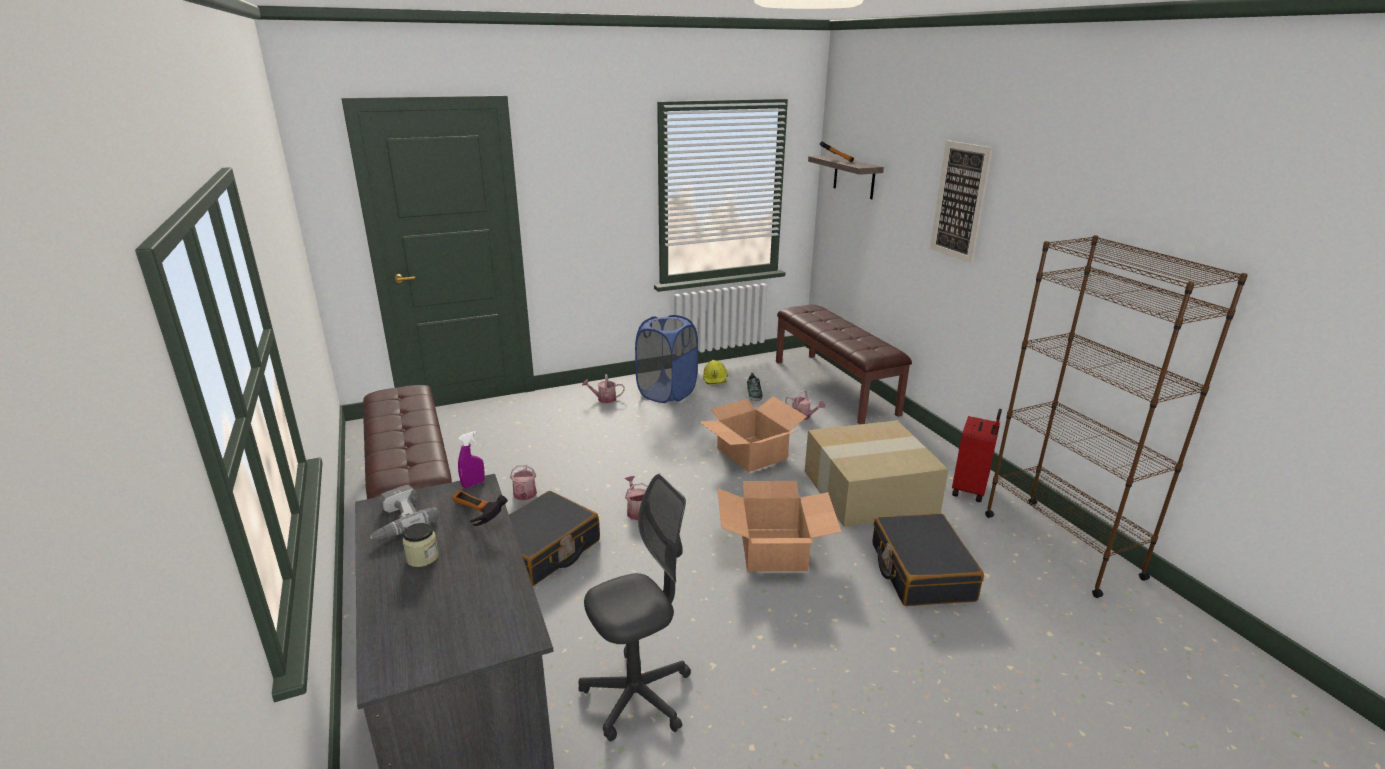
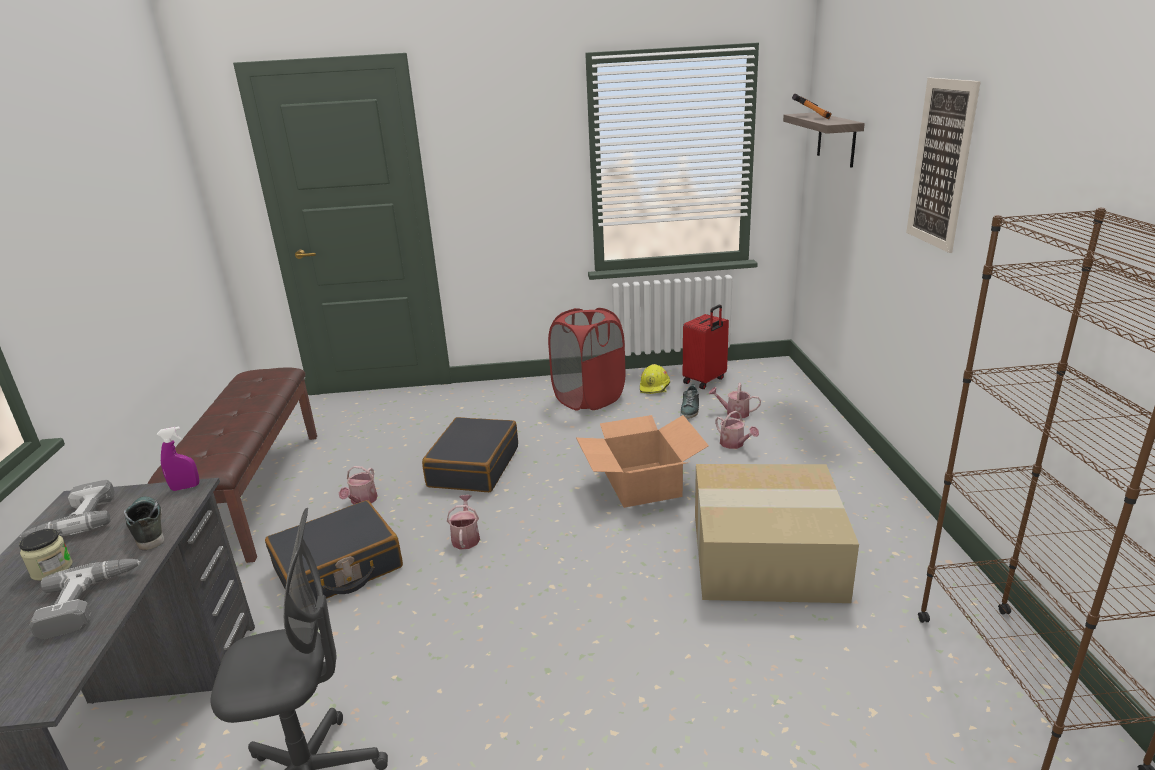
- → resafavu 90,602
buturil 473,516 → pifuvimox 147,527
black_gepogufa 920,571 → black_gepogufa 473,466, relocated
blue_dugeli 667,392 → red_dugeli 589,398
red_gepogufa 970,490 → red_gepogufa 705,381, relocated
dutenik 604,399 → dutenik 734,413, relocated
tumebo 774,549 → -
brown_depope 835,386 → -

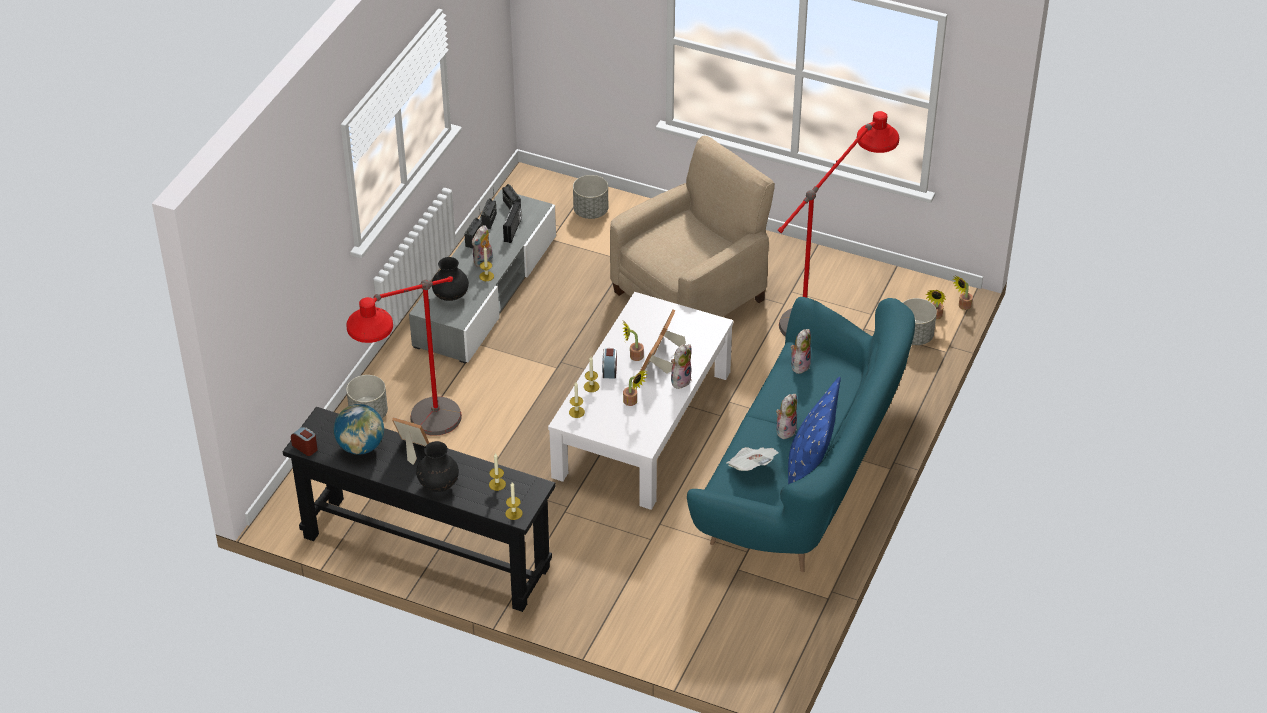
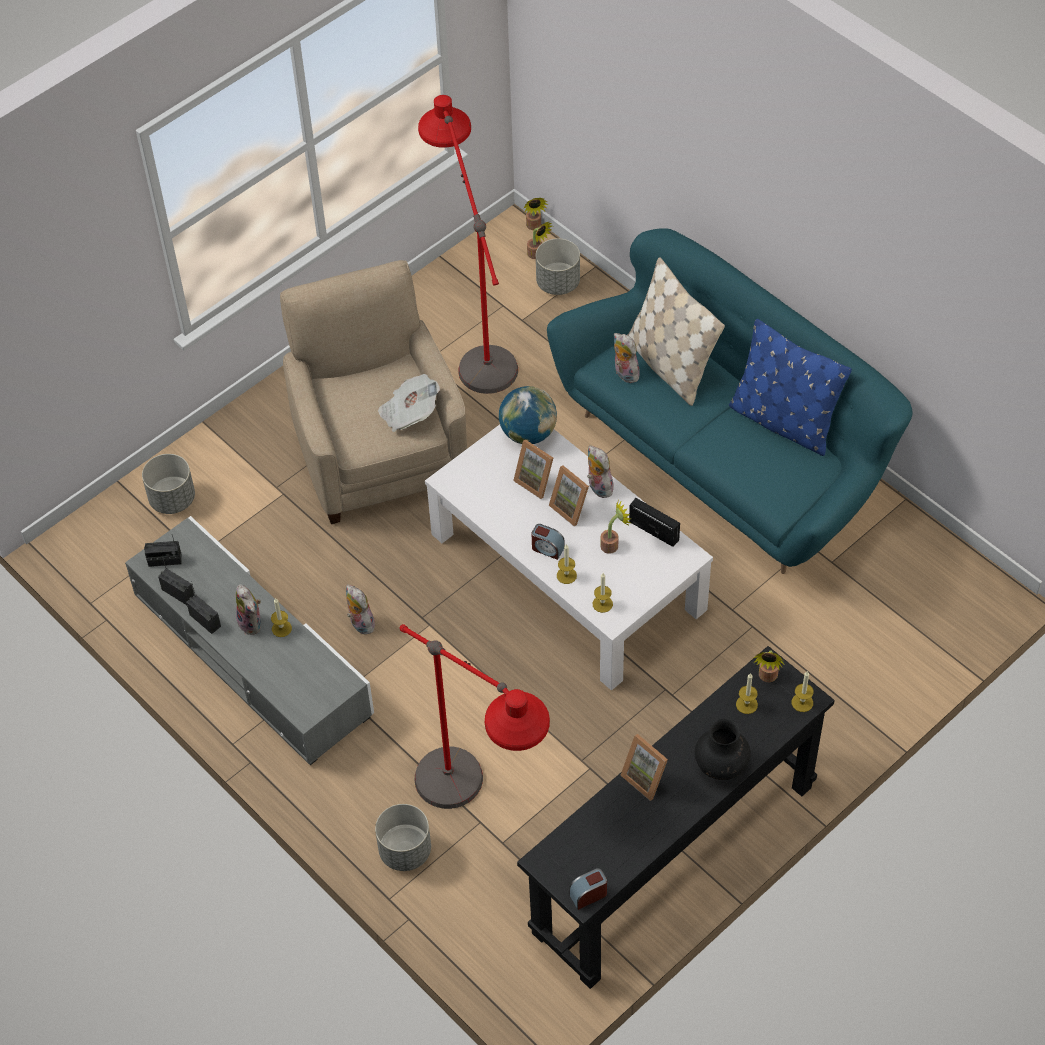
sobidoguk 785,429 → sobidoguk 360,623, relocated
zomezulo 751,467 → zomezulo 409,413, relocated
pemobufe 361,447 → pemobufe 528,433, relocated
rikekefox 411,450 → rikekefox 647,777, 90 degrees counterclockwise
- → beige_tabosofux 670,365
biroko 513,230 → biroko 654,530, relocated
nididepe 633,356 → nididepe 767,677, relocated
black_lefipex 451,296 → -

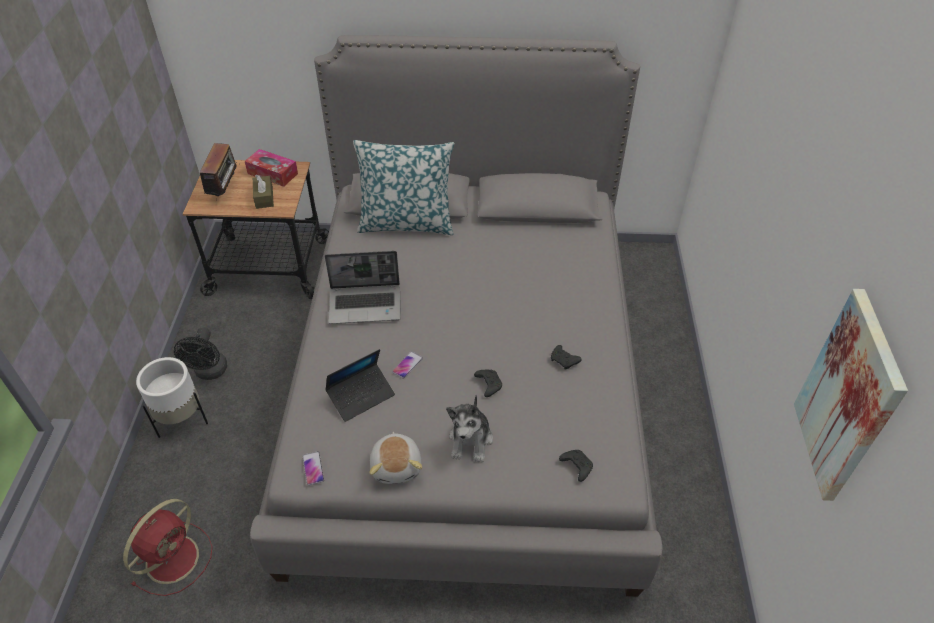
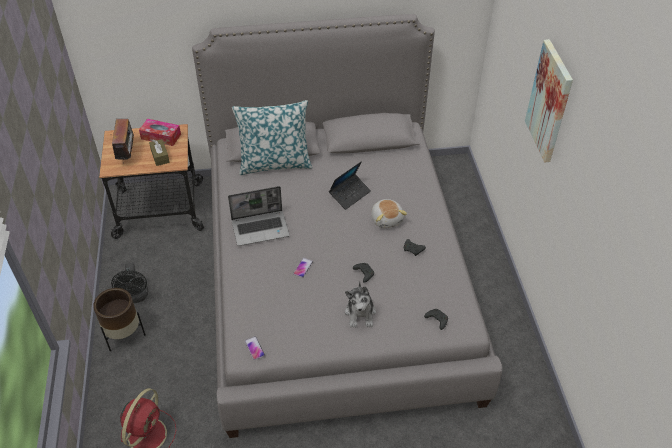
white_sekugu 182,420 → brown_sekugu 124,335
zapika 361,396 → zapika 350,194, relocated
sobidoguk 397,466 → sobidoguk 387,219, relocated
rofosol 848,398 → rofosol 549,101, relocated

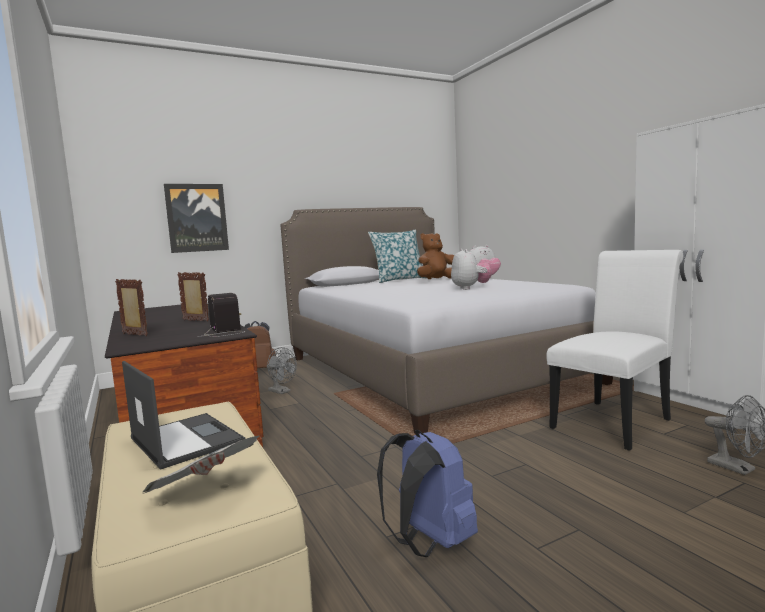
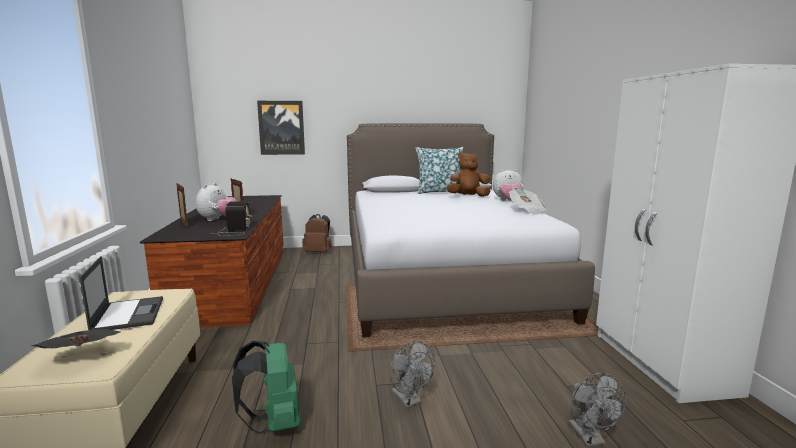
sobidoguk 470,288 → sobidoguk 217,220, relocated
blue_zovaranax 429,542 → green_zovaranax 274,423
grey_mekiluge 282,391 → grey_mekiluge 409,400, relocated
- → zomezulo 527,211
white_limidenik 615,421 → -

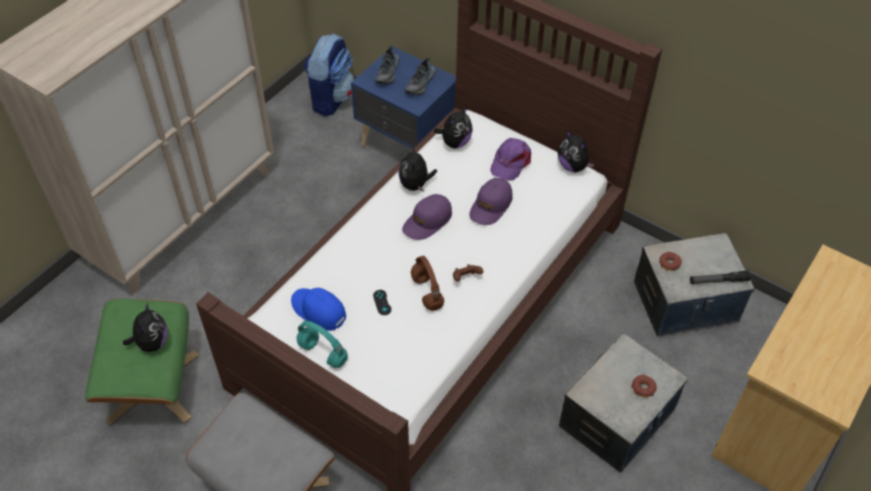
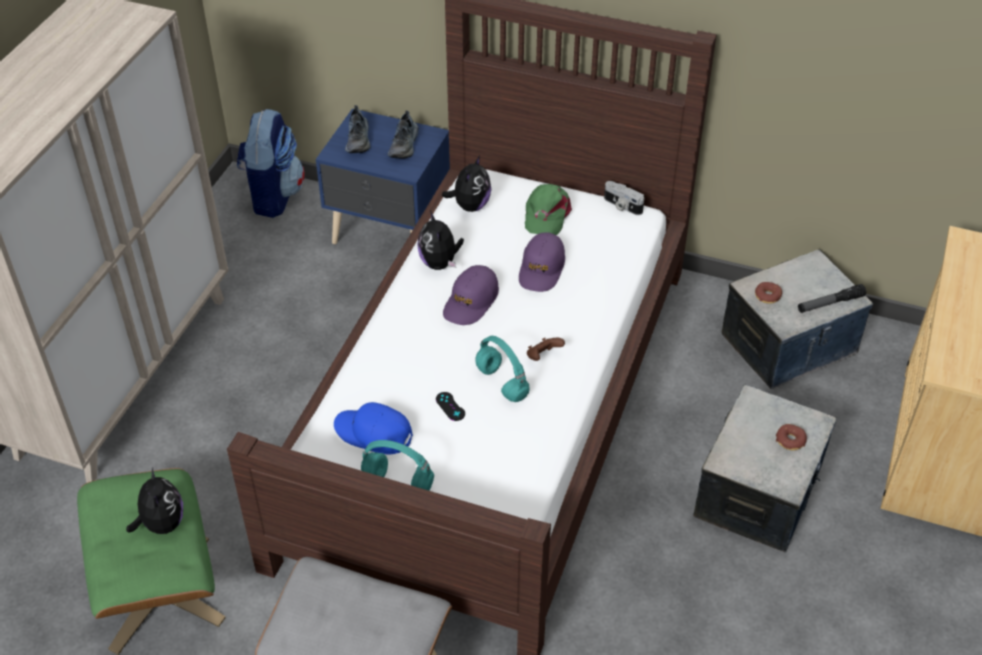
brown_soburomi 426,292 → turquoise_soburomi 500,383
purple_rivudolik 510,162 → green_rivudolik 546,215
sobidoguk 573,166 → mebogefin 622,206

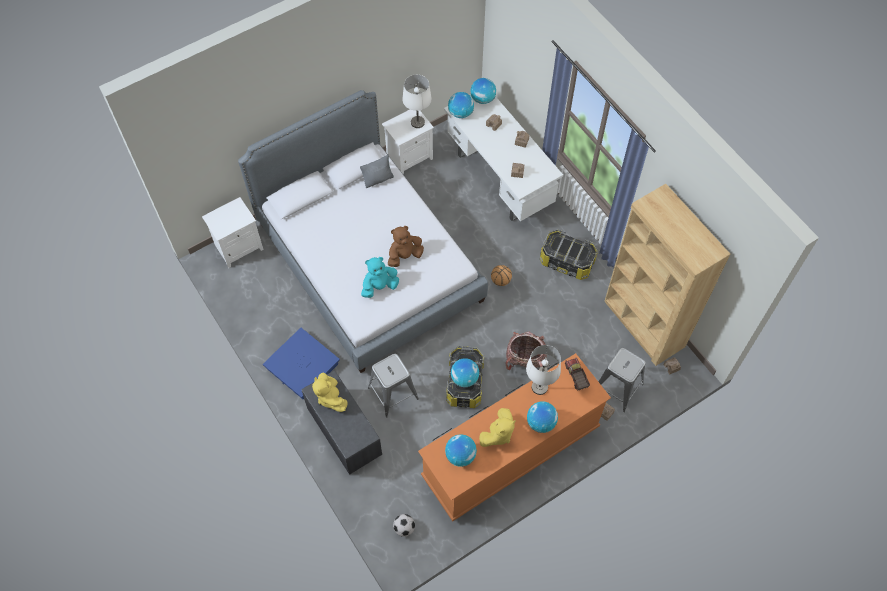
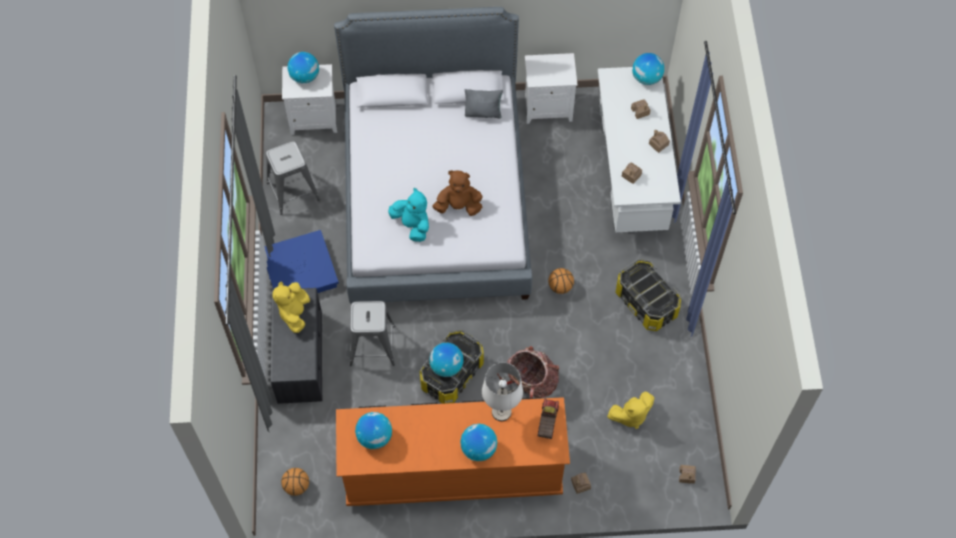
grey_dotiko 617,388 → grey_dotiko 293,192, relocated
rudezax 404,528 → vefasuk 297,486
pemobufe 460,113 → pemobufe 304,76, relocated
turquoise_sobidoguk 379,286 → turquoise_sobidoguk 412,225, 45 degrees clockwise
yellow_sobidoguk 498,434 → yellow_sobidoguk 630,416, relocated
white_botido 417,122 → -
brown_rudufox 643,324 → -

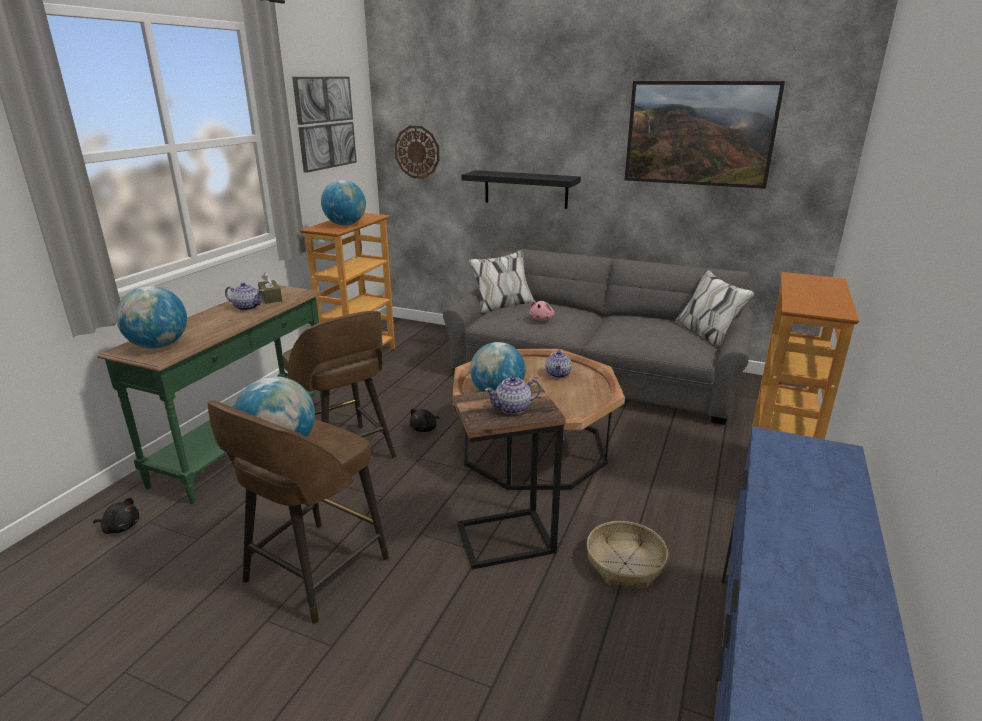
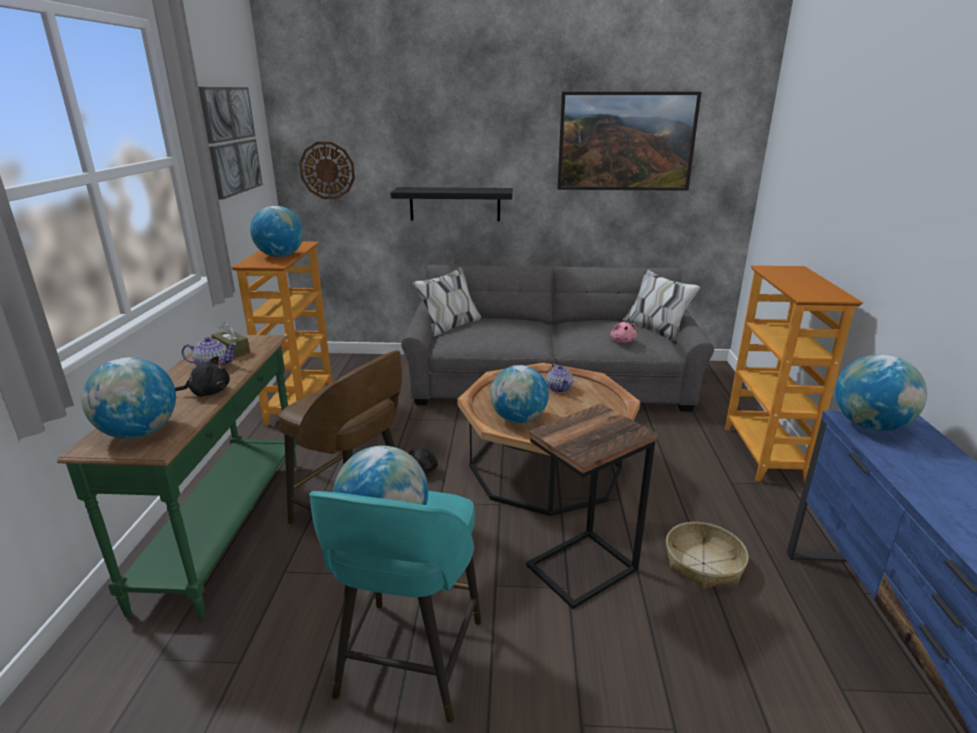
black_sobidoguk 120,527 → black_sobidoguk 208,392, relocated
brown_dotiko 313,572 → turquoise_dotiko 409,662
pink_sobidoguk 542,319 → pink_sobidoguk 622,341, relocated
- → pemobufe 869,426
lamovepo 513,408 → -

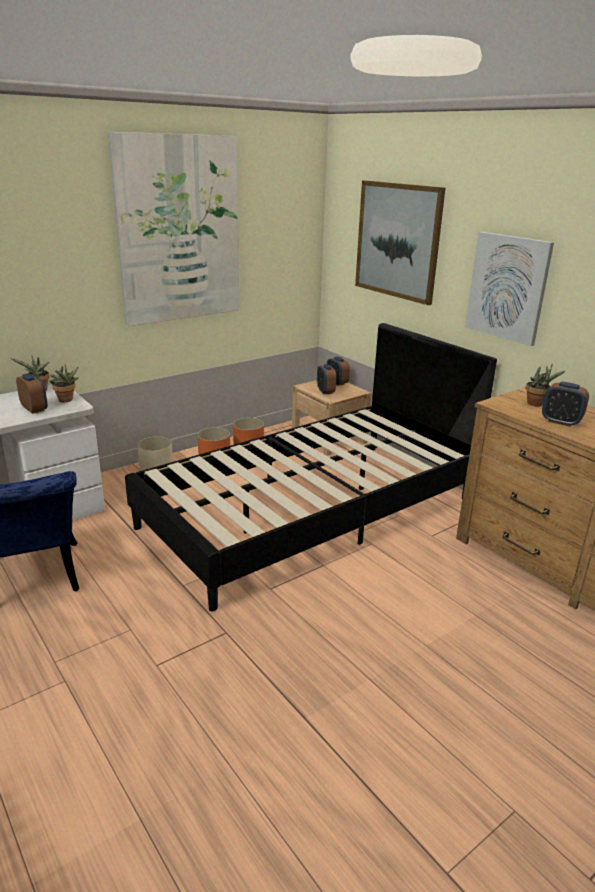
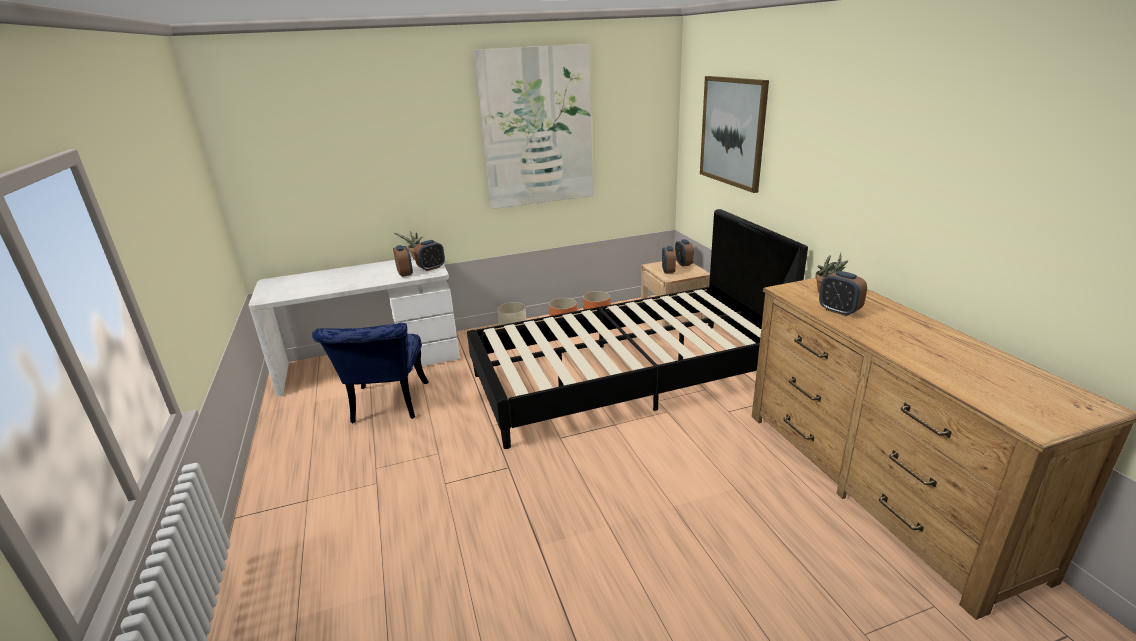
nididepe 66,400 → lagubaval 431,268
rofosol 507,287 → -

